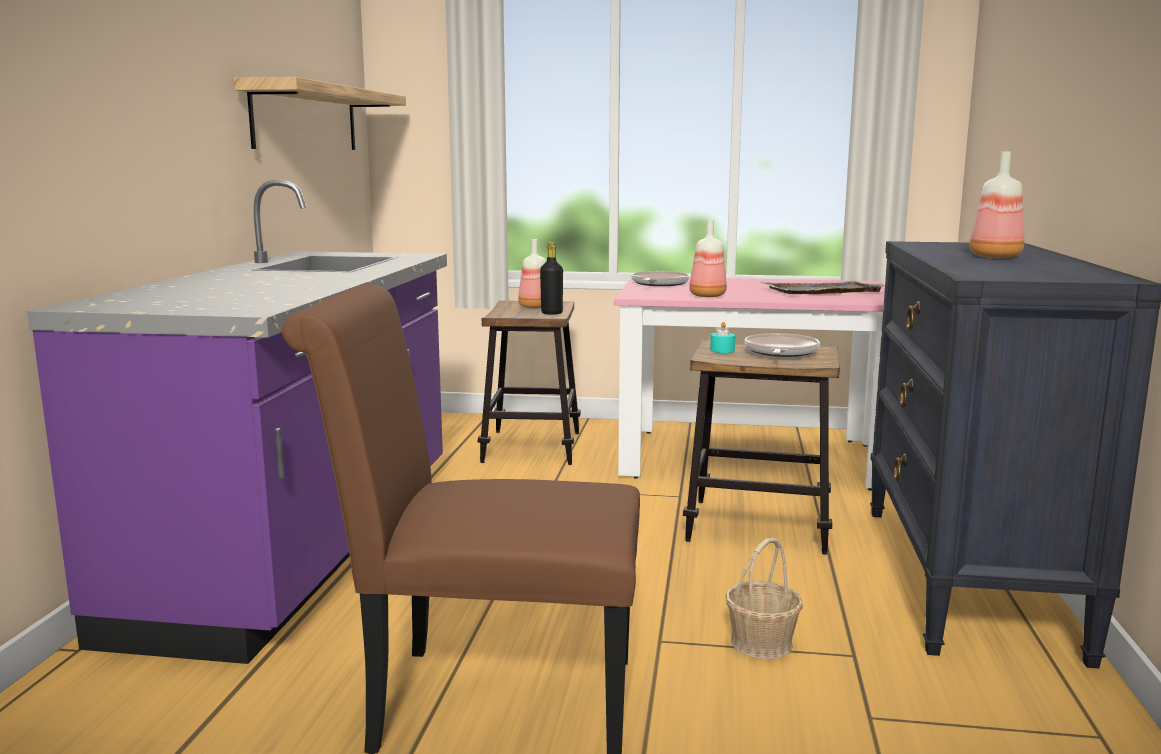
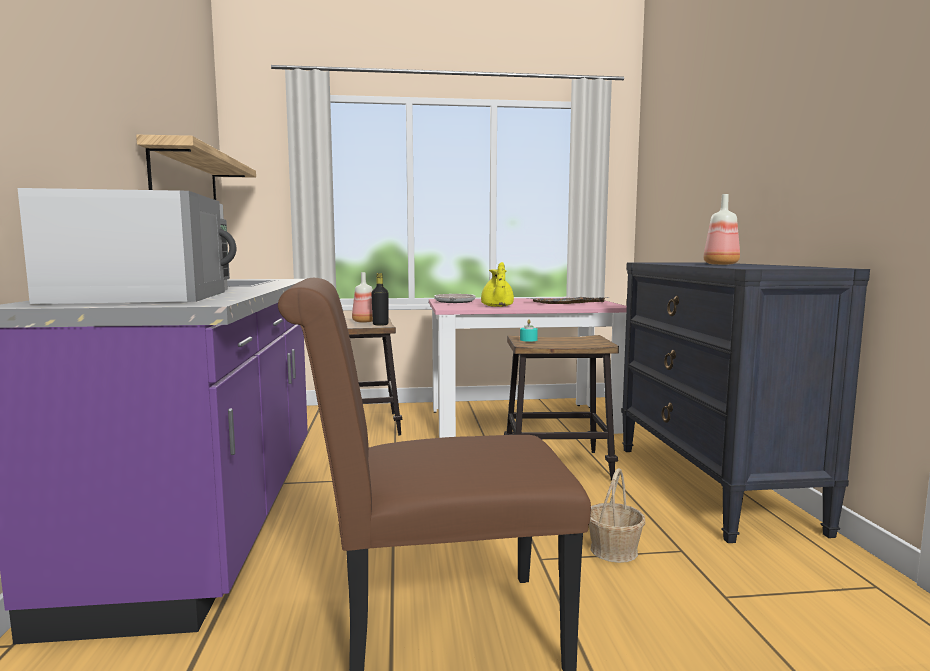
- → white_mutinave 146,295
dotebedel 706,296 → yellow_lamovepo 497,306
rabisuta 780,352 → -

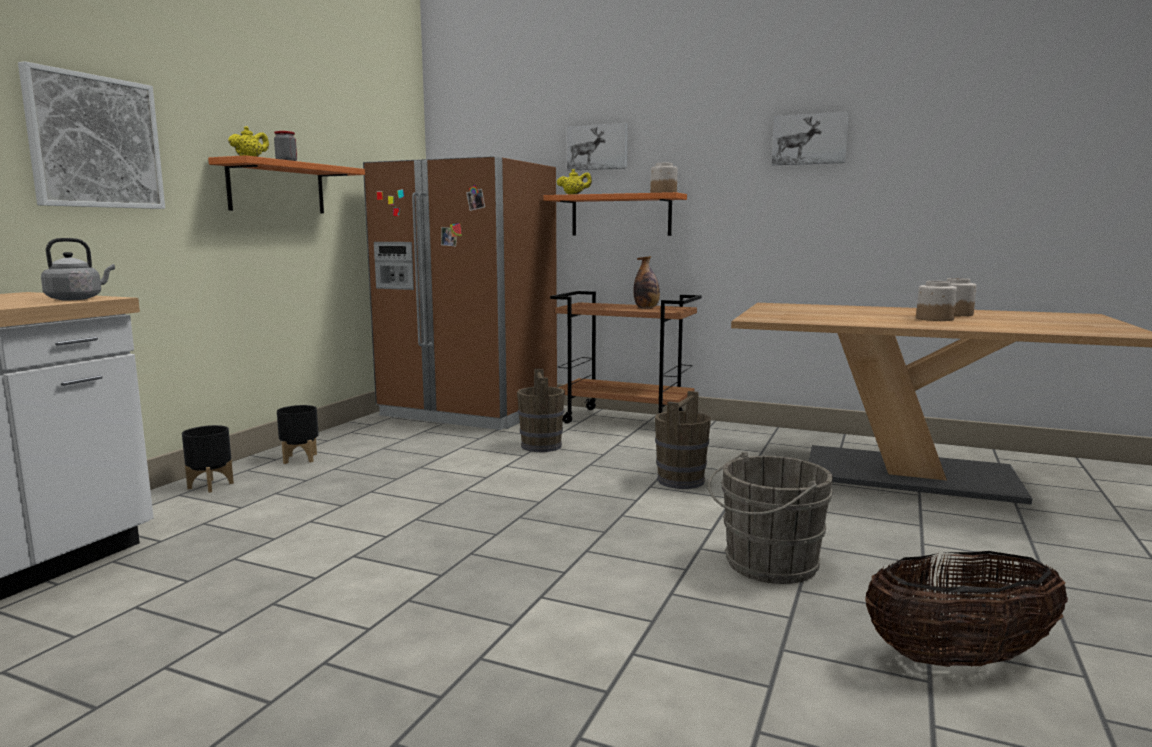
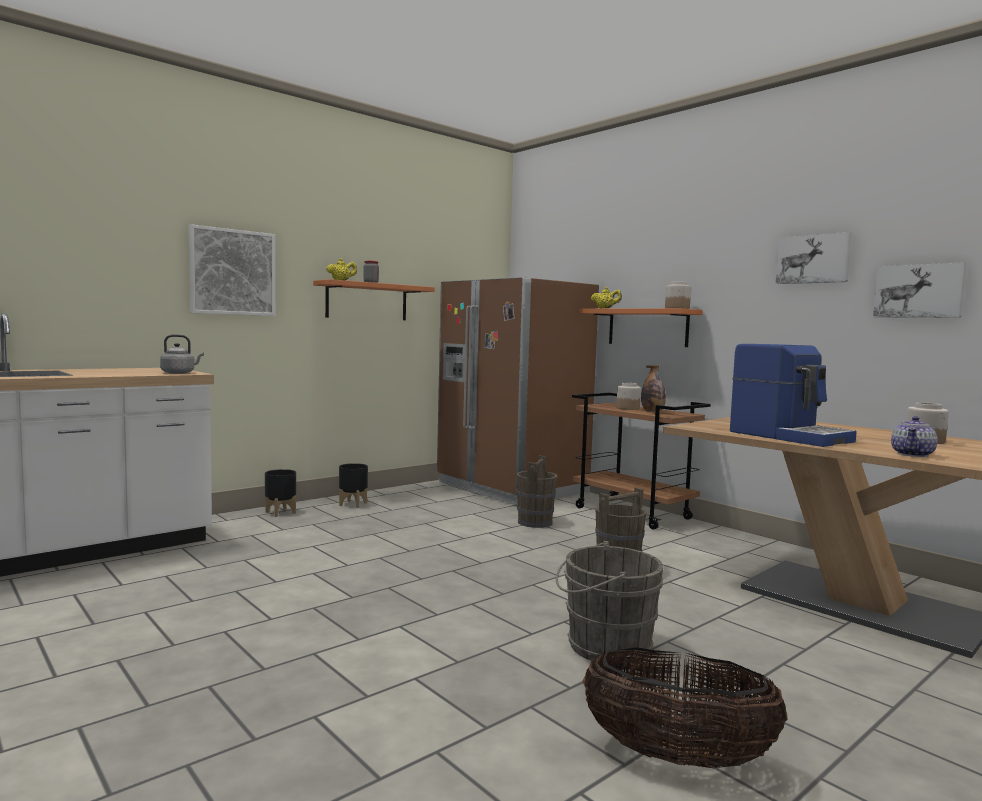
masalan 934,319 → masalan 627,408, relocated
- → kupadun 789,436
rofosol 597,147 → rofosol 919,291, relocated
- → lamovepo 913,454

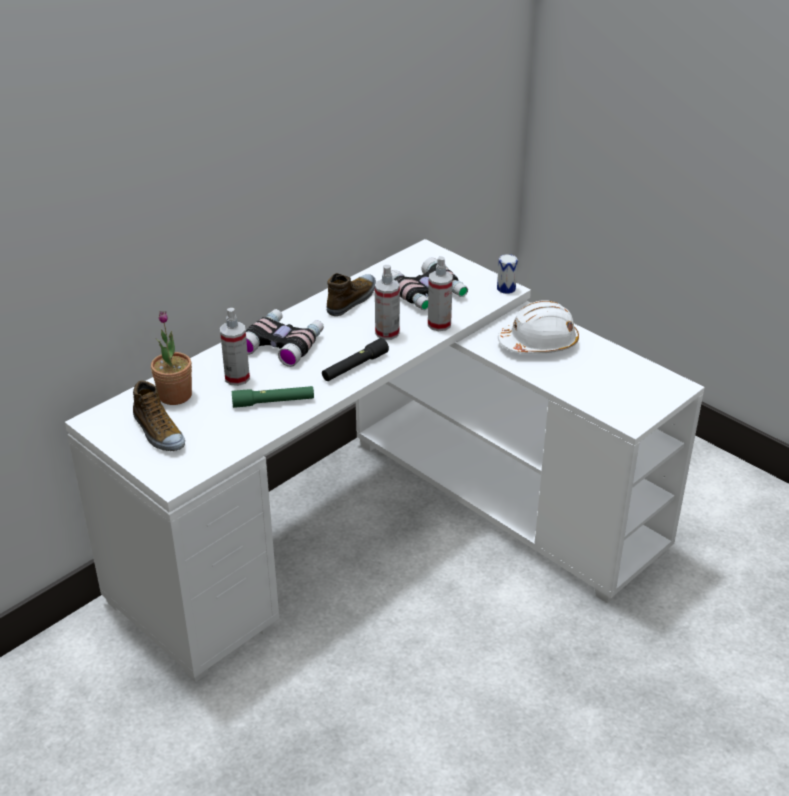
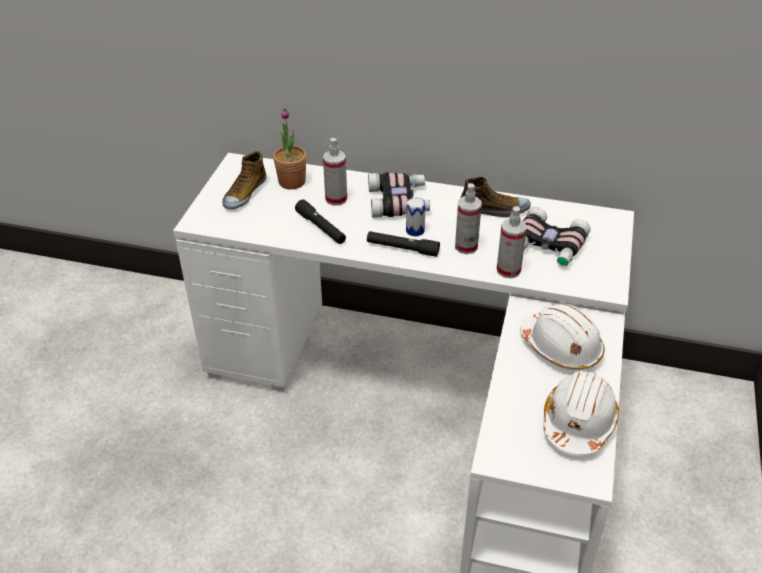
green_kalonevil 273,402 → black_kalonevil 321,228
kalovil 506,289 → kalovil 415,230, relocated
- → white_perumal 578,422

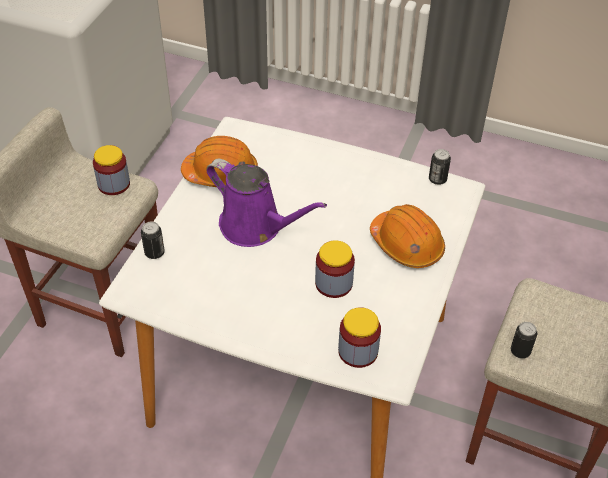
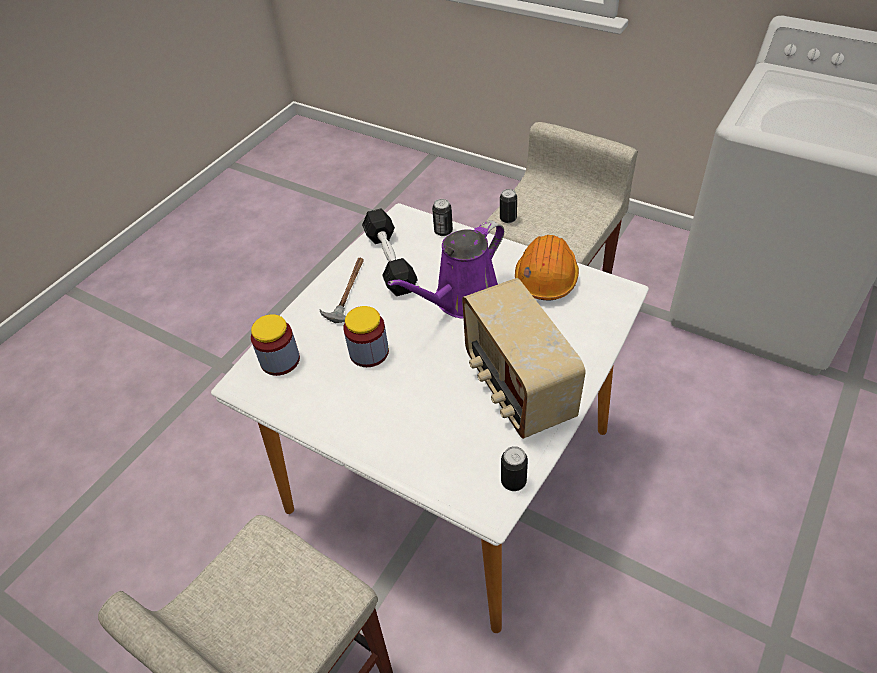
- → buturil 348,291
- → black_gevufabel 390,261
- → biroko 516,388
kalovil 520,351 → kalovil 508,219, relocated
masalan 114,184 → -
orange_perumal 406,245 → -

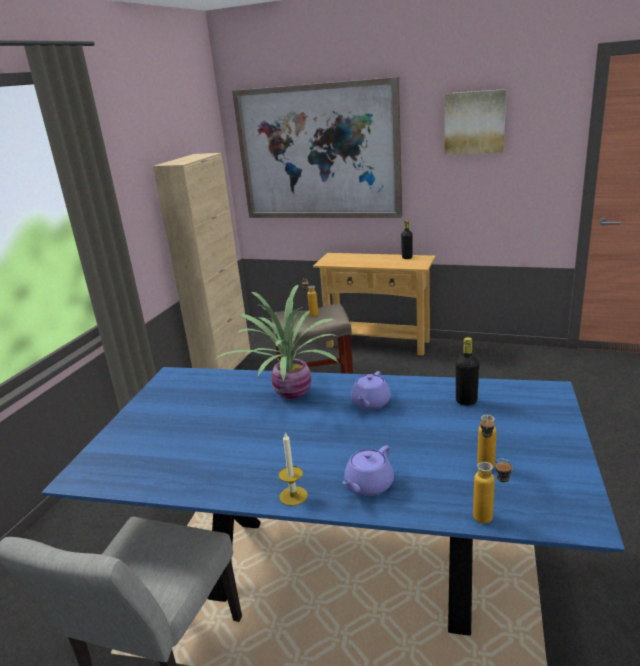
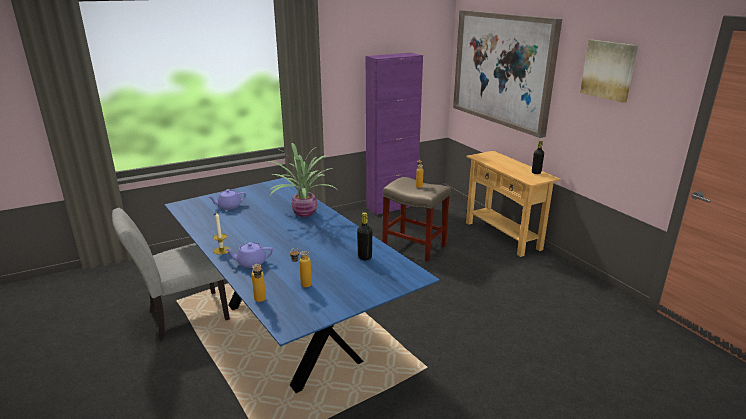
purple_lamovepo 370,403 → purple_lamovepo 228,206, relocated
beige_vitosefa 224,366 → purple_vitosefa 392,206

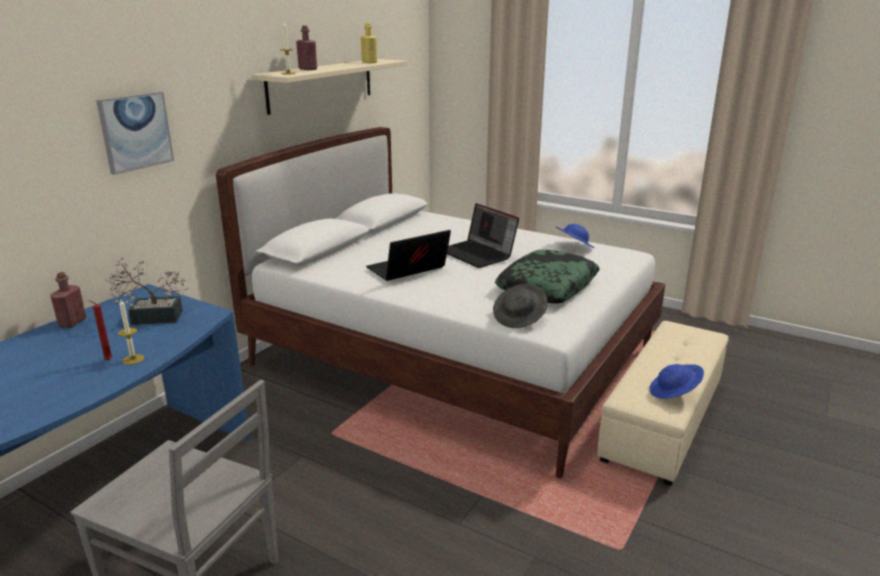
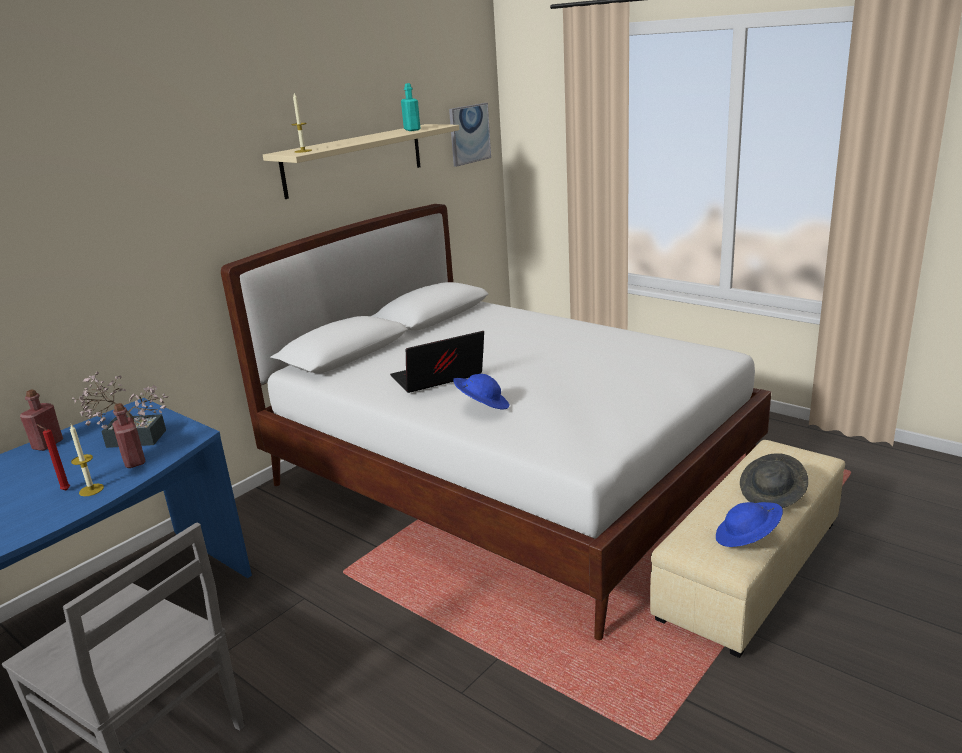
red_dotebedel 308,69 → red_dotebedel 134,461, relocated
yellow_dotebedel 369,62 → turquoise_dotebedel 412,130
rofosol 135,131 → rofosol 469,134, relocated
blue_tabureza 573,247 → blue_tabureza 482,406, relocated
grey_tabureza 519,318 → grey_tabureza 772,495, relocated
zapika 478,254 → -
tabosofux 547,286 → -

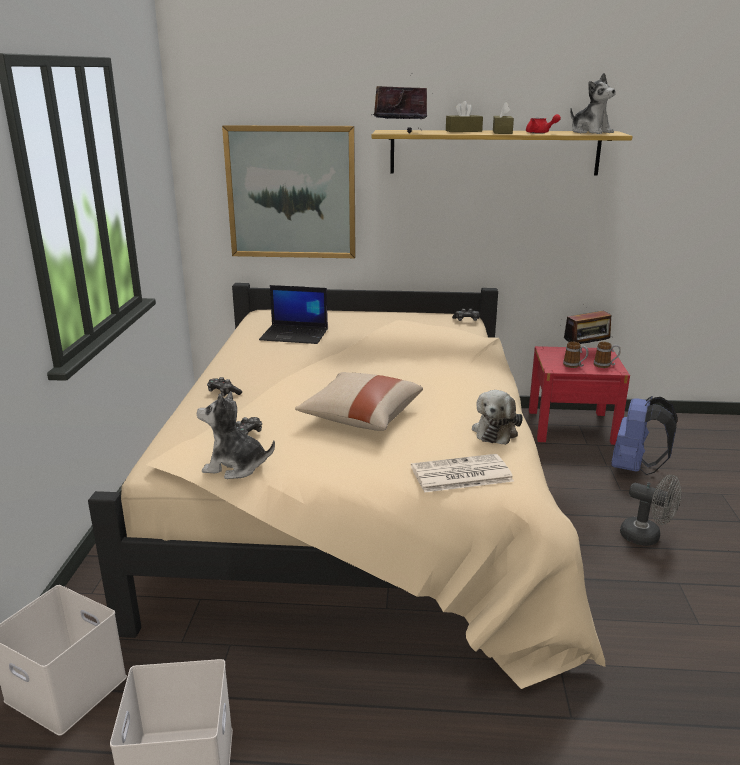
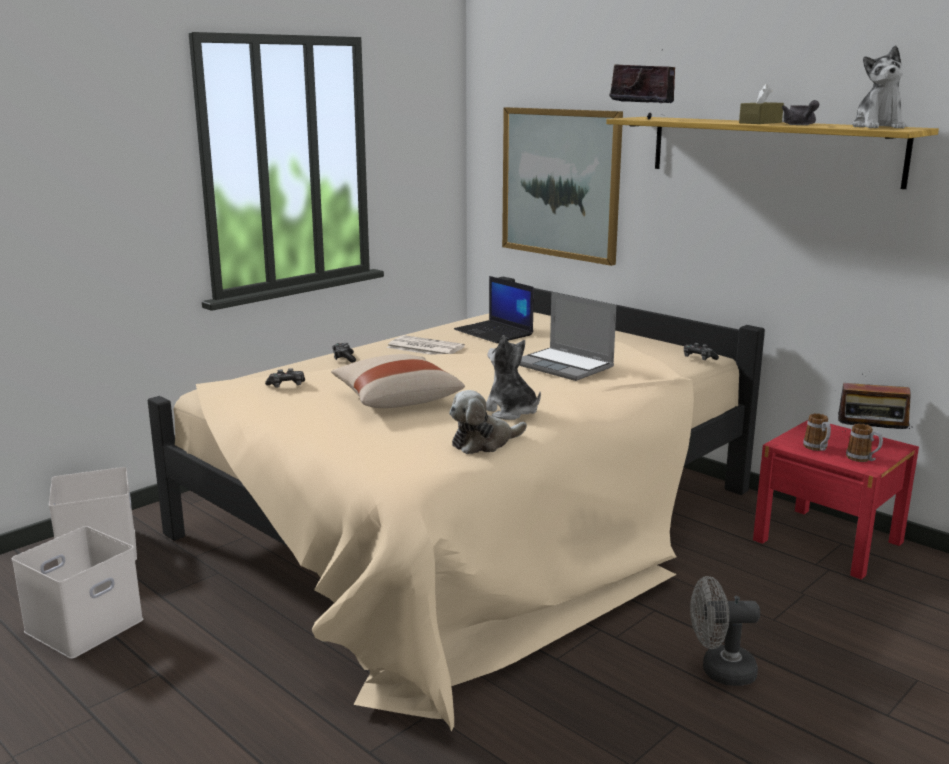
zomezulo 460,475 → zomezulo 424,347, relocated
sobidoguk 235,466 → sobidoguk 510,412, relocated
- → zapika 565,366
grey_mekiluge 646,537 → grey_mekiluge 719,671, 105 degrees clockwise
red_lamovepo 540,133 → grey_lamovepo 800,125
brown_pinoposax 463,131 → -
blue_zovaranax 634,468 → -

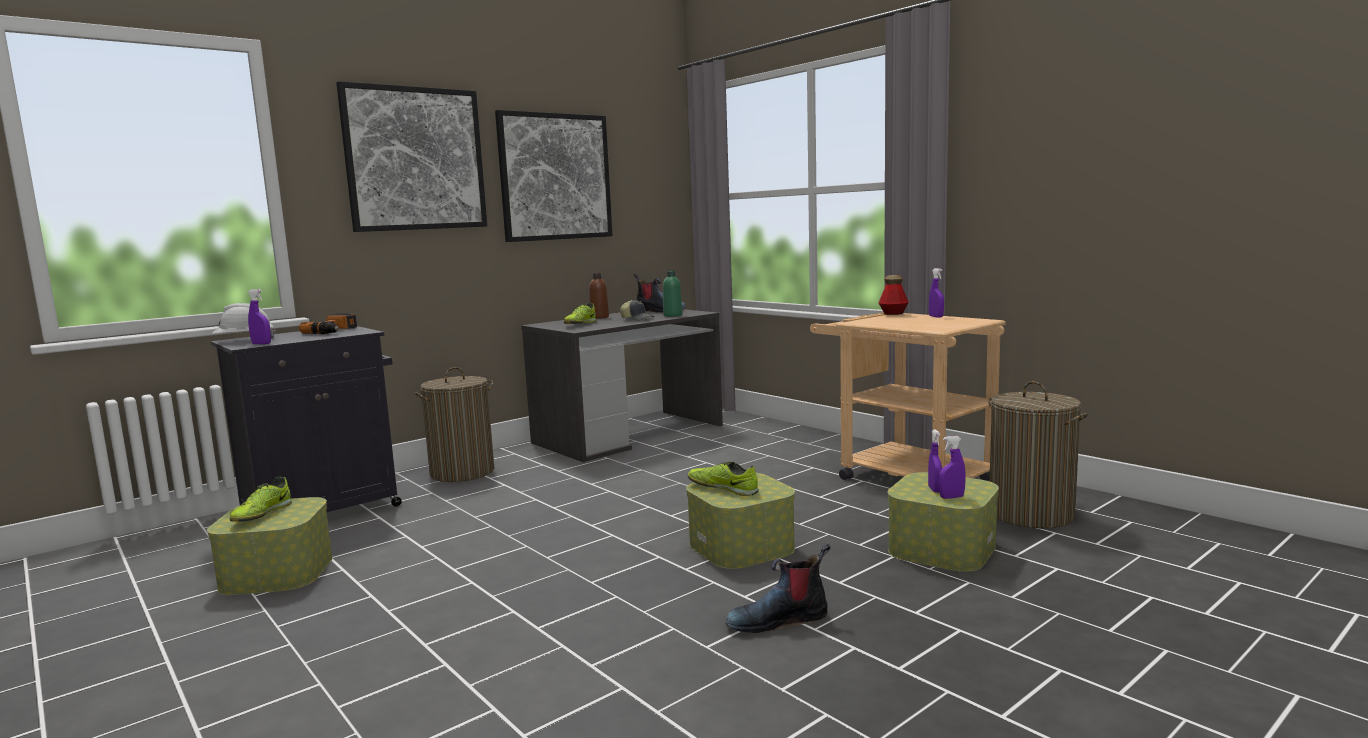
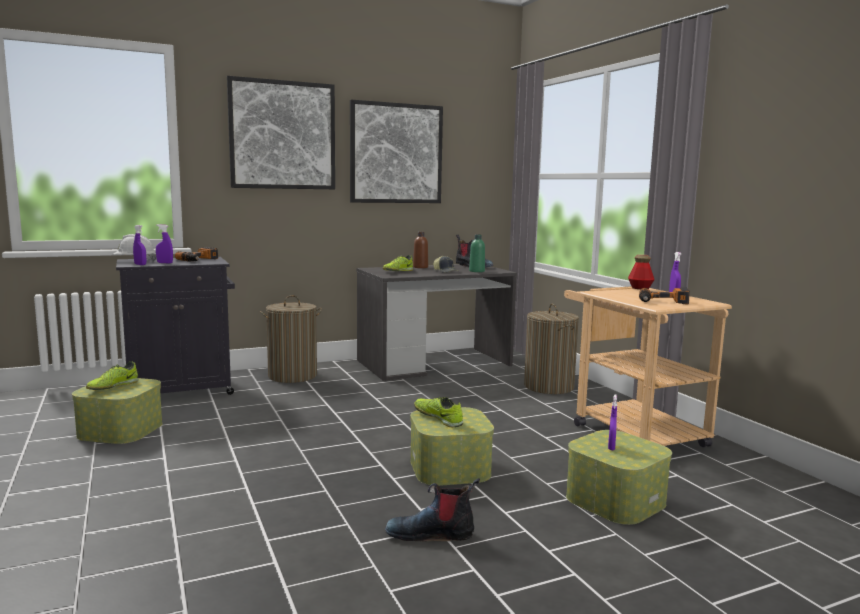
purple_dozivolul 951,497 → purple_dozivolul 165,263, relocated
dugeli 1031,514 → dugeli 549,386, relocated
- → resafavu 663,302

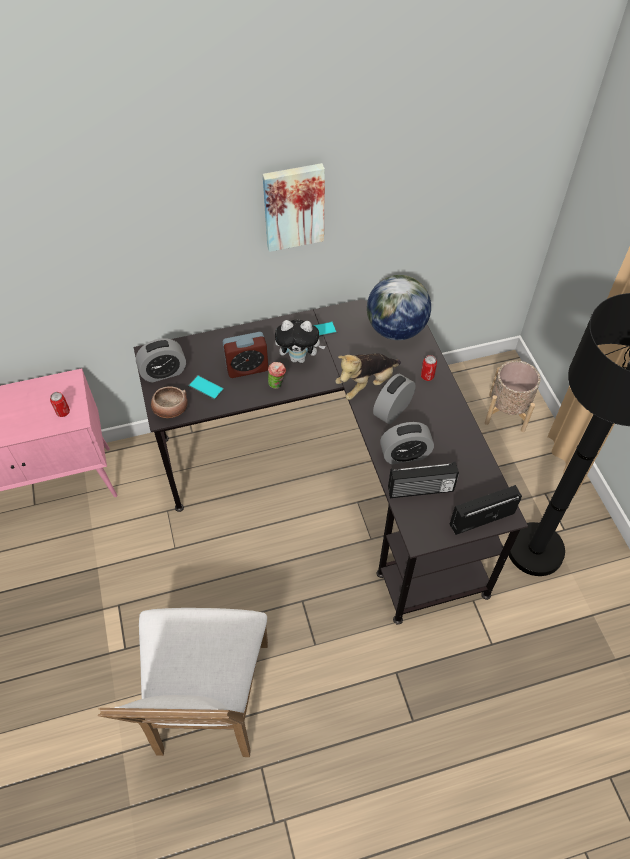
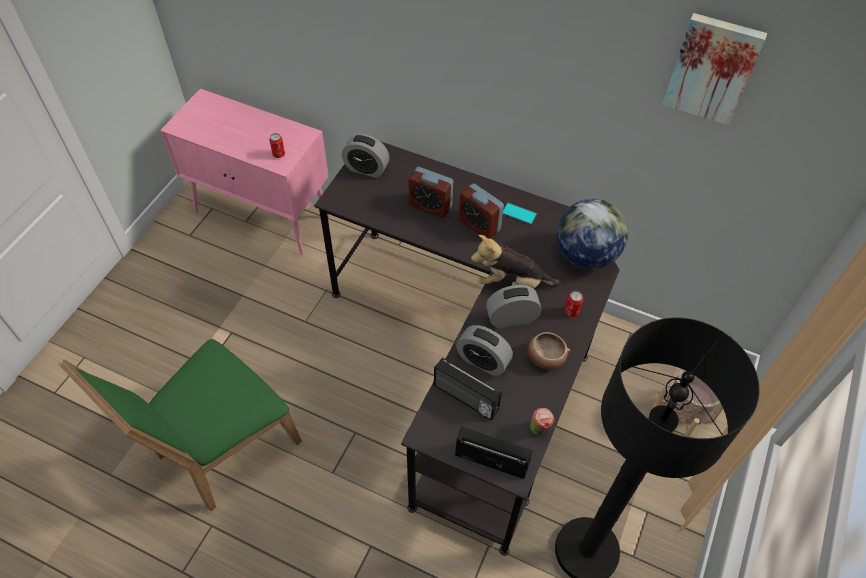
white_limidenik 207,705 → green_limidenik 220,450
sobidoguk 299,358 → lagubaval 479,225
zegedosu 170,410 → zegedosu 545,357, relocated
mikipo 277,384 → mikipo 539,430, relocated
rofosol 293,206 → rofosol 712,68, relocated
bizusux 206,388 → -

